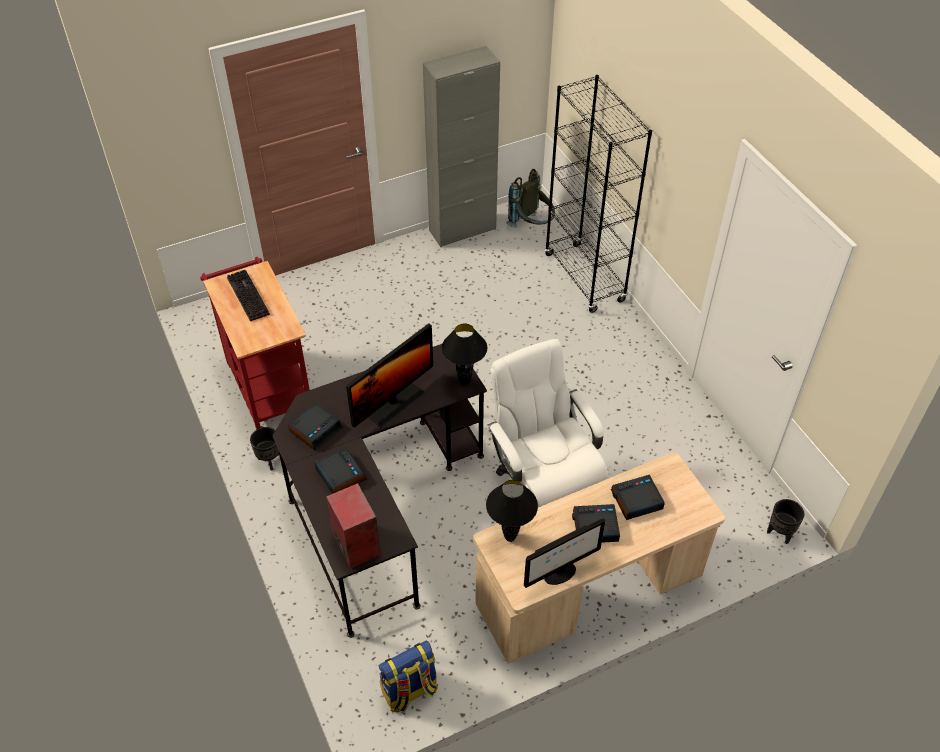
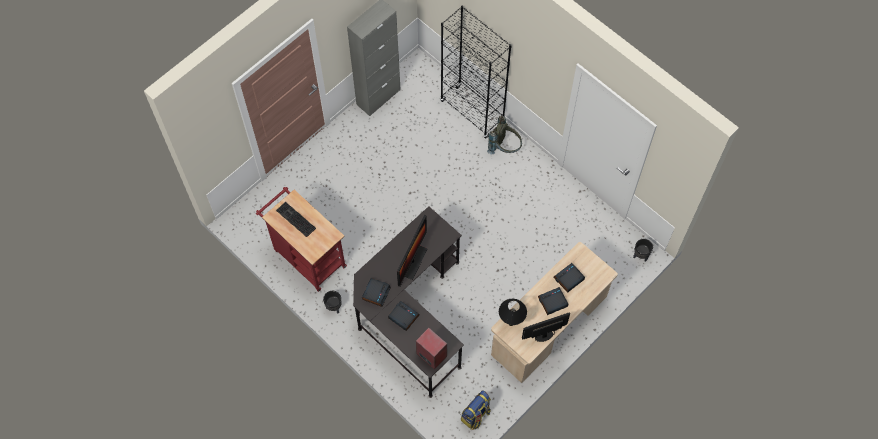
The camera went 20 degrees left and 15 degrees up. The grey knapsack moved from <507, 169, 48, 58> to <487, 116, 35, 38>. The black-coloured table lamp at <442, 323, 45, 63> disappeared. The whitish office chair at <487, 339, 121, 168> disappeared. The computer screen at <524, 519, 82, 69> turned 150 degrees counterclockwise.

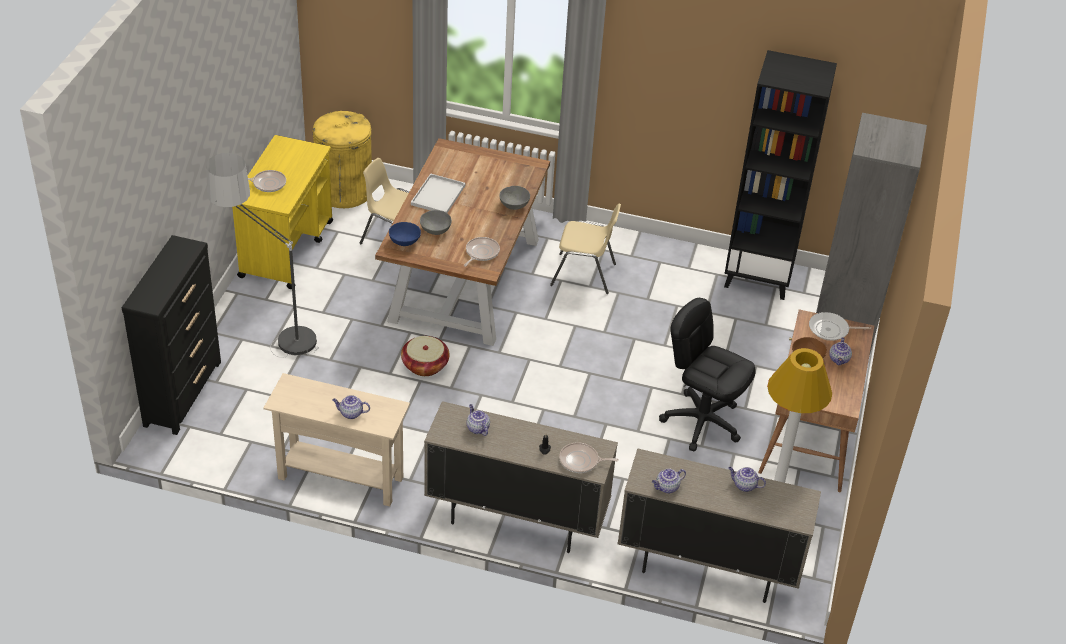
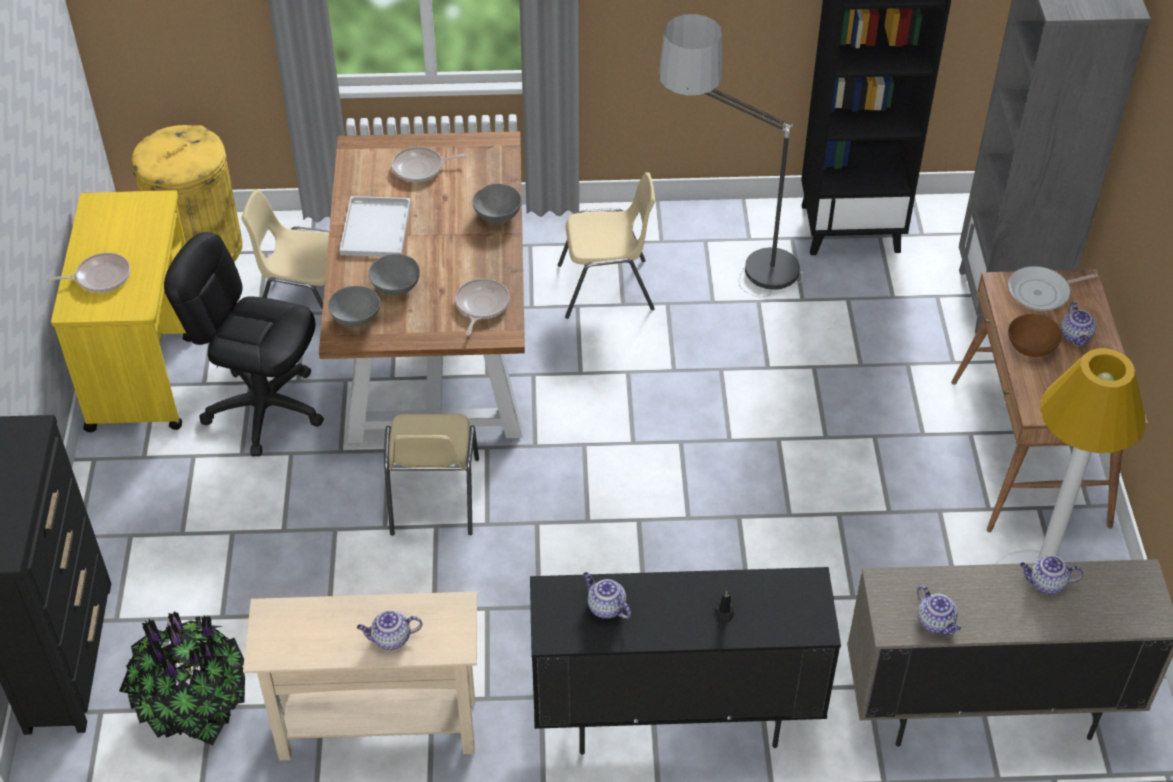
The camera went 15 degrees left and 5 degrees up. The standard lamp moved from <206, 153, 113, 205> to <659, 14, 146, 283>. The blue-coloured deep dish at <389, 222, 32, 24> became the grey deep dish at <328, 286, 53, 41>. The black-coloured office chair moved from <659, 298, 97, 154> to <164, 232, 160, 224>. The storage basket at <401, 336, 49, 40> was replaced by the beige-coloured chair at <384, 414, 95, 121>. The beige-coloured storage cabinet at <424, 401, 194, 152> became the black-coloured storage cabinet at <530, 567, 311, 188>. The pan moved from <559, 442, 60, 31> to <392, 147, 76, 35>. The teapot at <652, 469, 34, 25> turned 75 degrees counterclockwise. The plant in a pot at <119, 611, 126, 134> appeared.

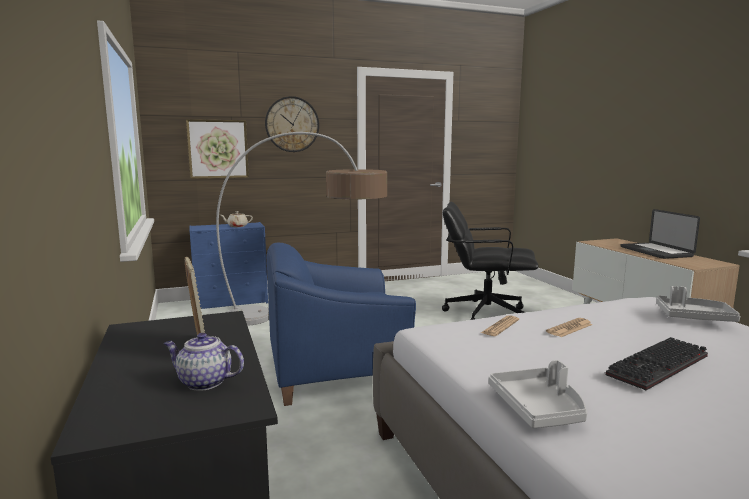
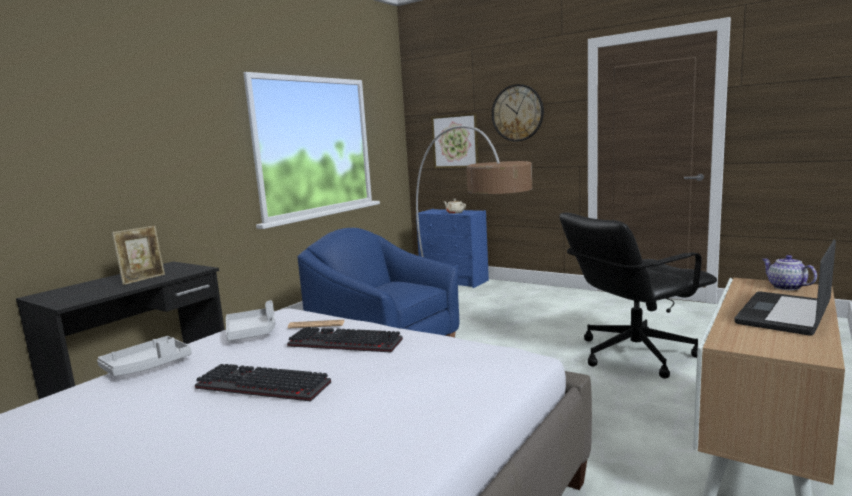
The camera went 55 degrees right and 0 degrees up. The black-coloured office chair at <442, 202, 97, 118> turned 90 degrees counterclockwise. The grey carrying tray moved from <656, 286, 84, 36> to <226, 300, 49, 41>. The newspaper at <546, 318, 47, 19> was replaced by the keyboard at <287, 327, 116, 25>. The teapot moved from <164, 333, 80, 58> to <762, 255, 55, 35>.

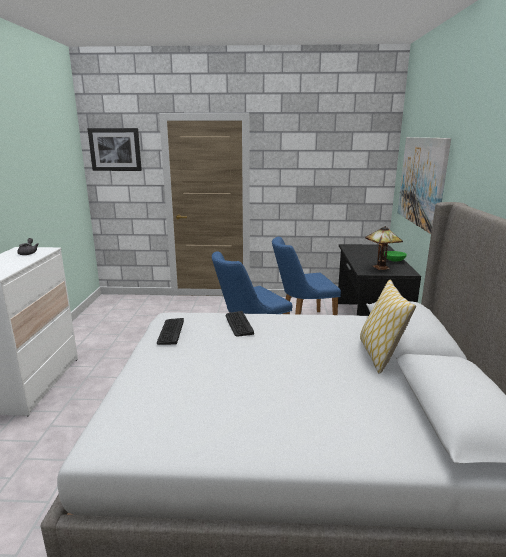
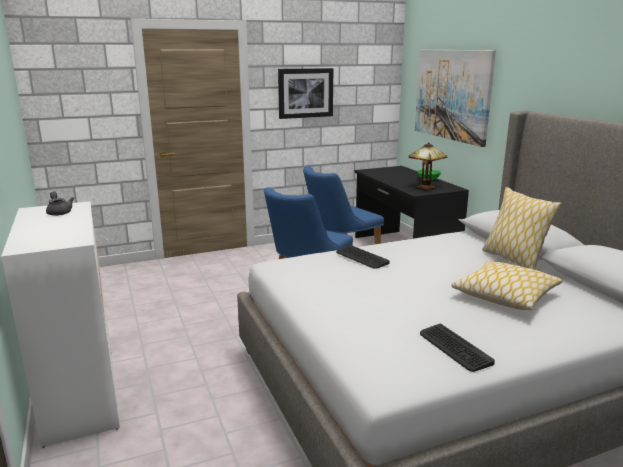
The camera went 25 degrees left and 0 degrees up. The picture moved from <87, 128, 55, 43> to <278, 68, 55, 51>. The keyboard moved from <157, 318, 27, 27> to <420, 324, 75, 48>. The pillow at <451, 261, 112, 49> appeared.

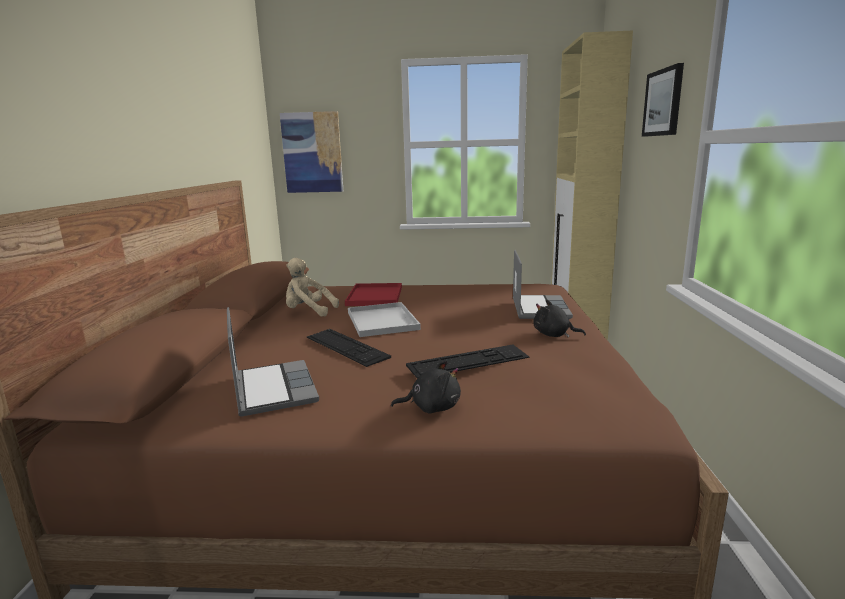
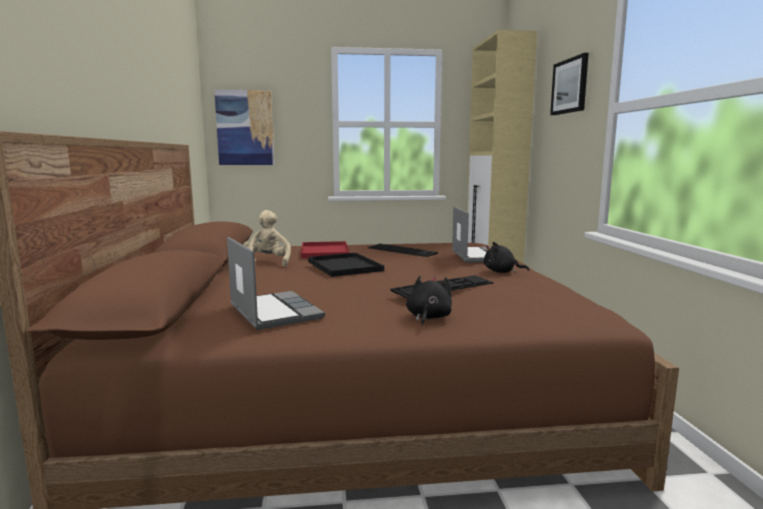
The camera went 10 degrees left and 5 degrees down. The beige-coloured soft toy at <286, 258, 53, 59> turned 75 degrees clockwise. The whitish carrying tray at <348, 302, 73, 35> became the black-coloured carrying tray at <308, 253, 76, 24>. The keyboard moved from <307, 329, 84, 38> to <367, 244, 71, 13>. The black-coloured soft toy at <391, 360, 70, 53> turned 60 degrees counterclockwise.

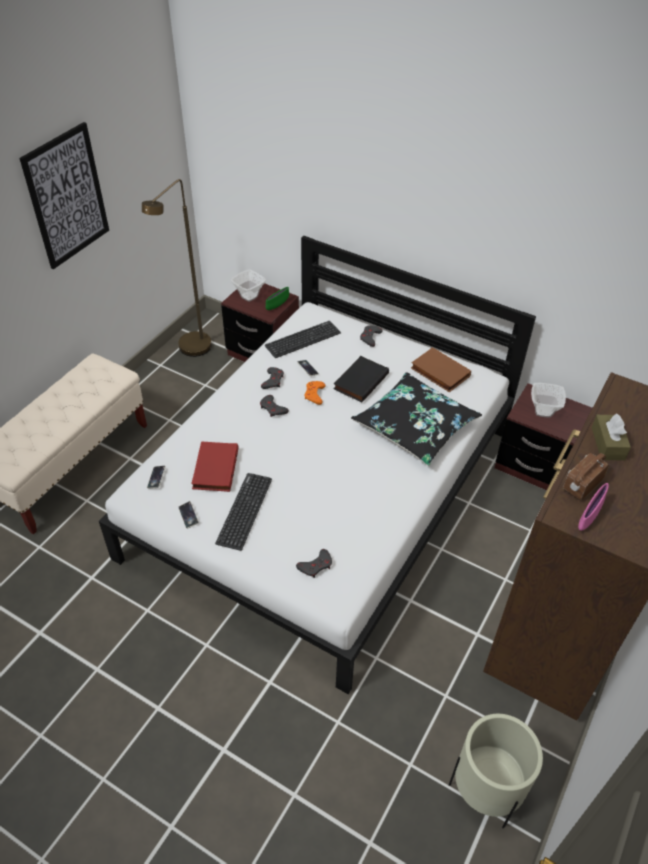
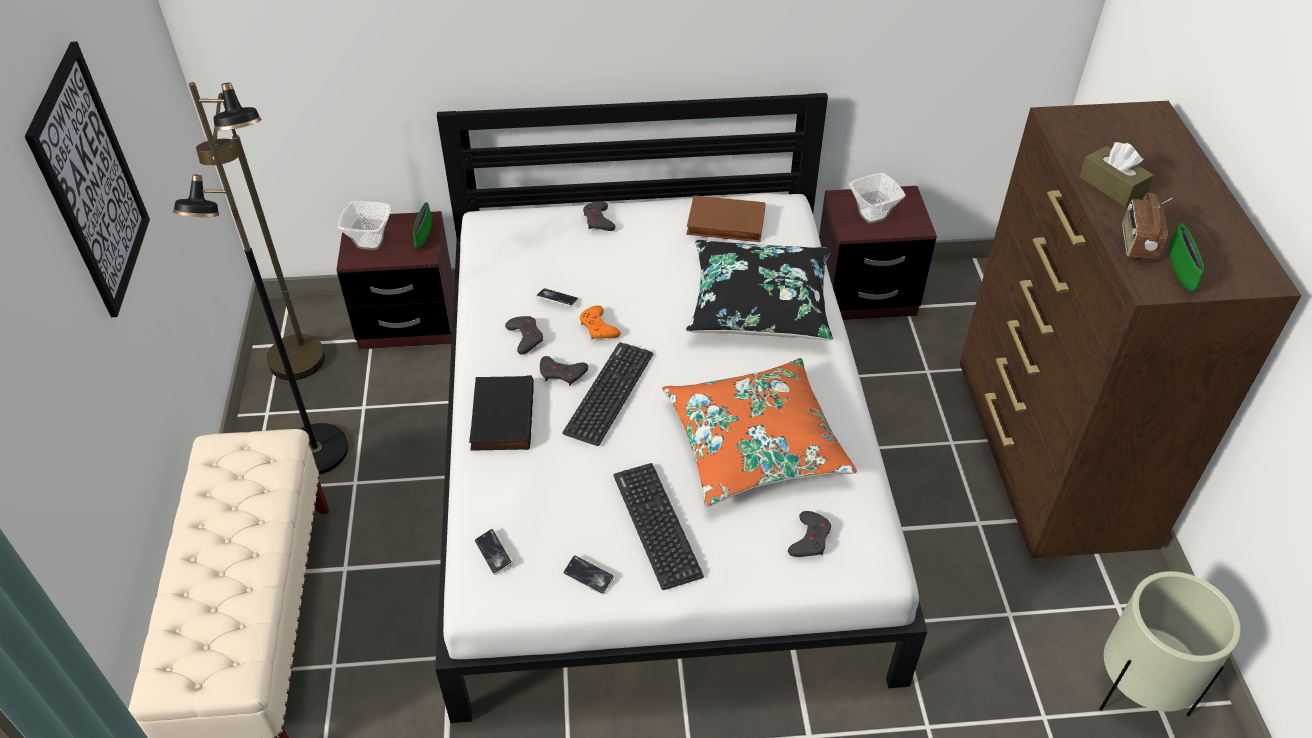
The camera went 35 degrees left and 0 degrees up. The keyboard moved from <265, 321, 76, 37> to <563, 342, 90, 104>. The black-coloured book moved from <334, 356, 55, 47> to <469, 375, 65, 76>. The reddish book at <191, 441, 48, 51> disappeared. The pinkish deep dish at <578, 483, 31, 48> became the green-coloured deep dish at <1169, 223, 35, 69>. The black-coloured standard lamp at <173, 82, 175, 393> appeared. The orange pillow at <662, 358, 195, 149> appeared.

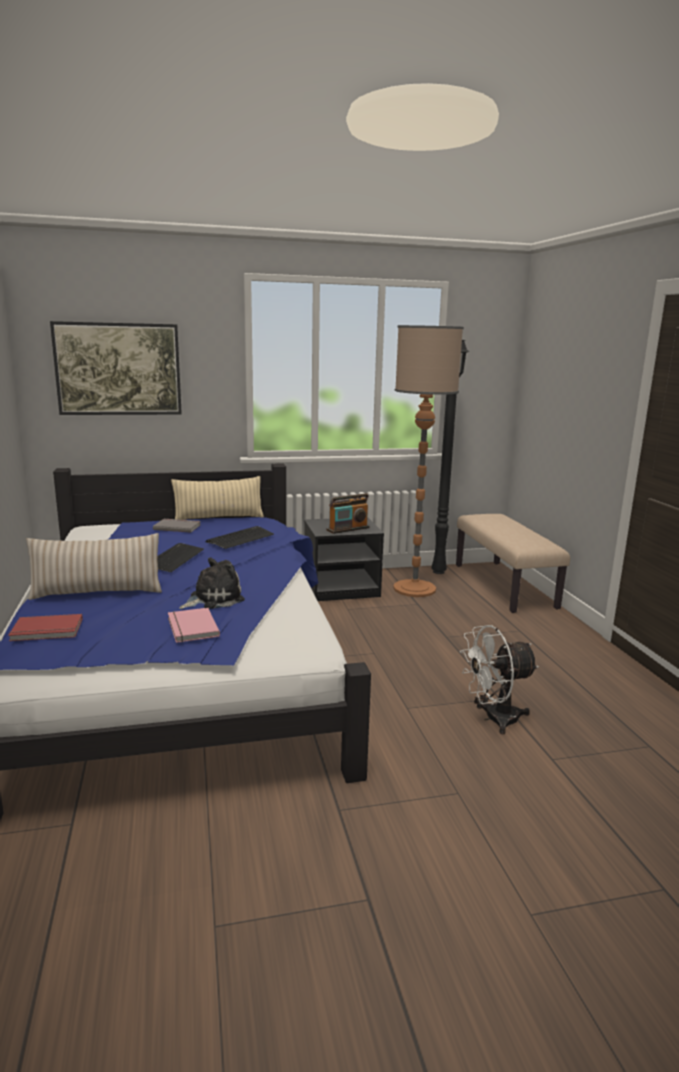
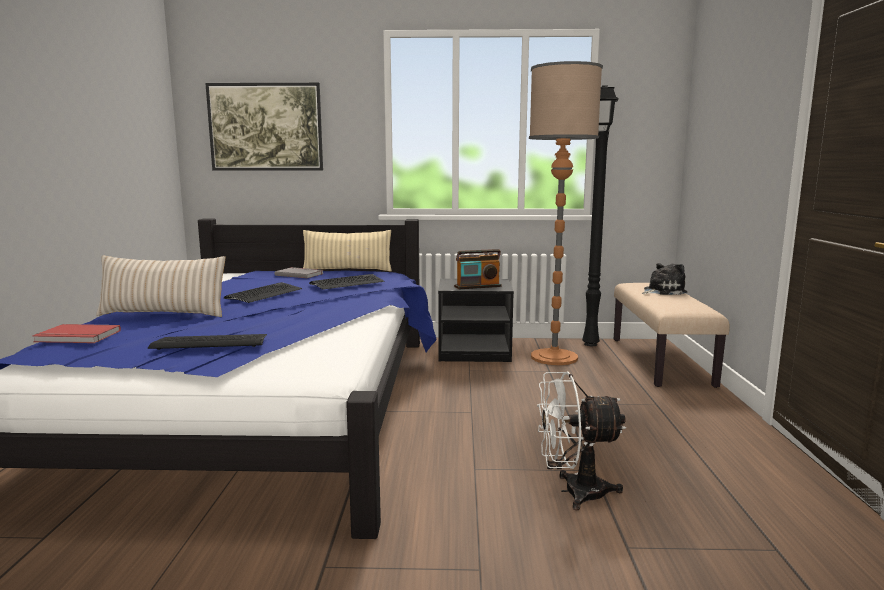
The camera went 15 degrees right and 5 degrees down. The soft toy moved from <179, 557, 66, 52> to <642, 263, 45, 32>. The pinkish book at <168, 608, 52, 35> was replaced by the keyboard at <148, 334, 119, 16>.

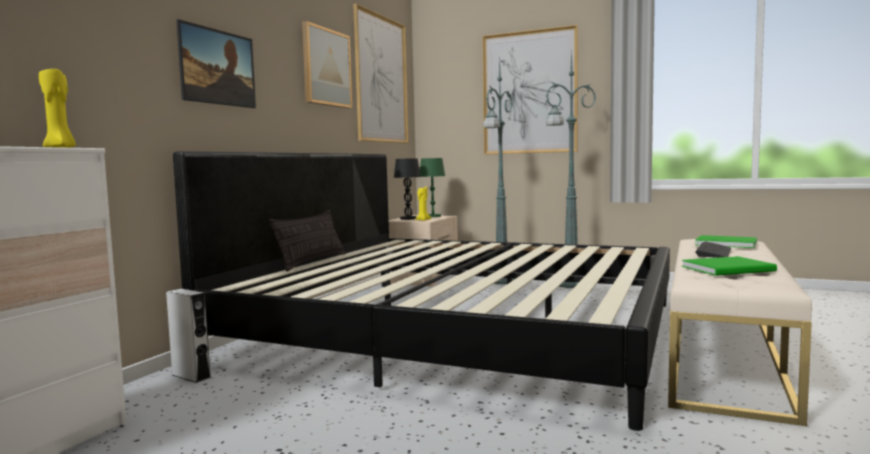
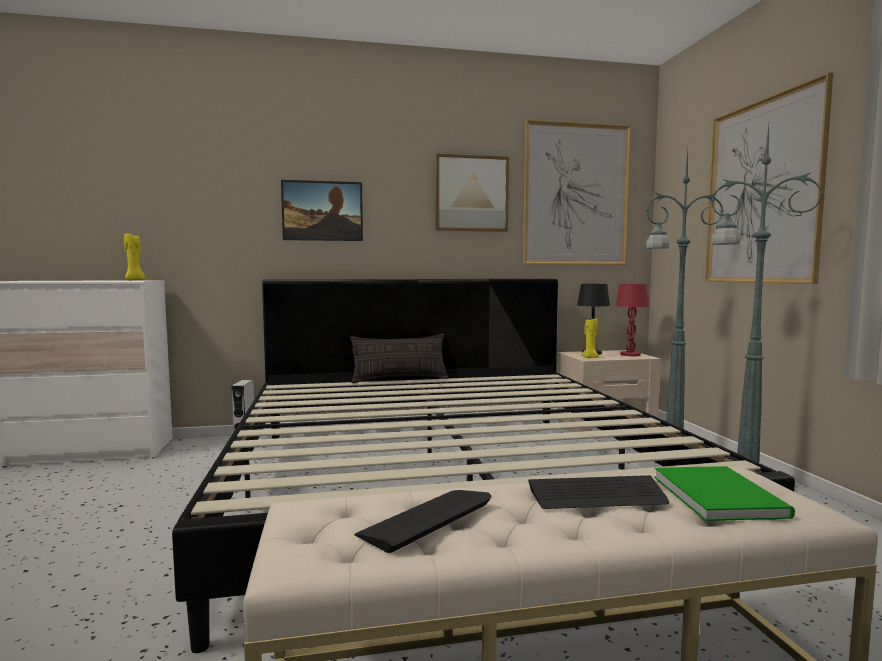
The camera went 55 degrees right and 0 degrees up. The green-coloured table lamp at <420, 158, 25, 59> became the reddish table lamp at <615, 284, 34, 72>. The green-coloured book at <682, 256, 95, 20> was replaced by the keyboard at <354, 490, 138, 63>.

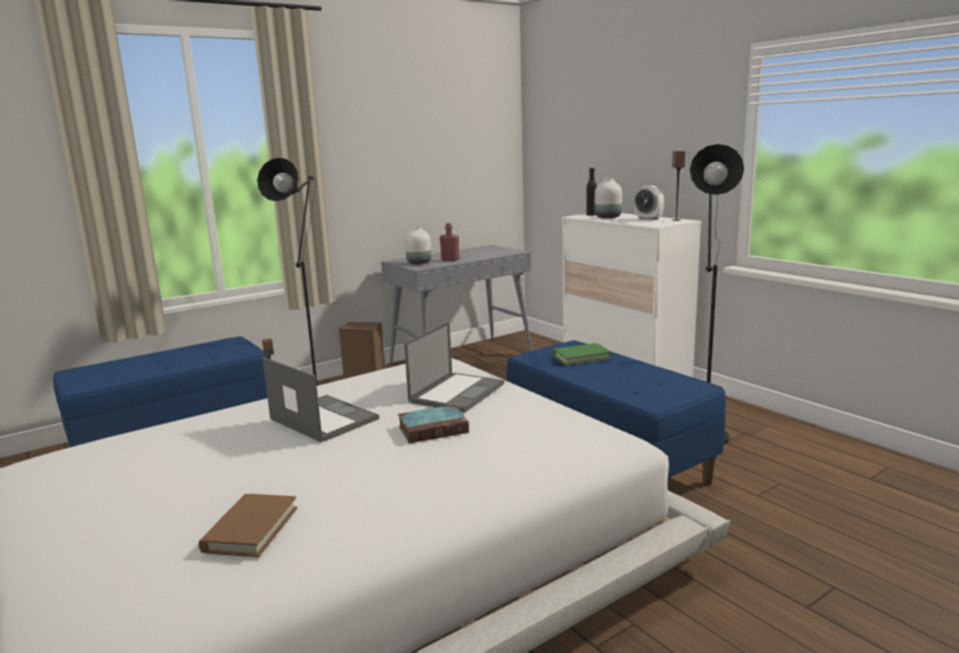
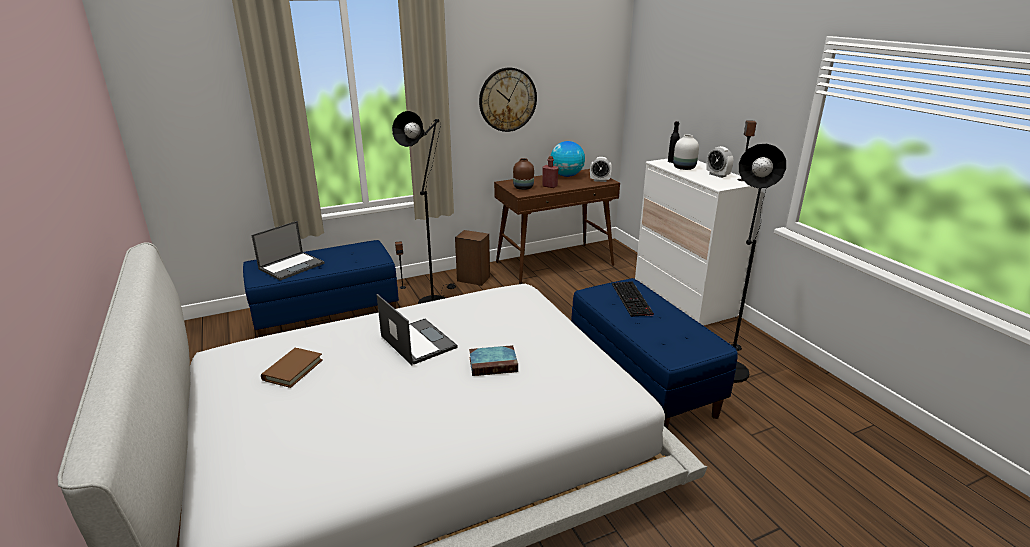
The camera went 10 degrees right and 10 degrees up. The whitish flower vase at <405, 227, 26, 37> became the brown flower vase at <513, 158, 21, 32>. The grey hall table at <381, 245, 152, 120> became the brown hall table at <494, 169, 126, 115>. The portable computer moved from <404, 321, 100, 92> to <251, 221, 74, 59>. The green-coloured book at <552, 343, 60, 23> was replaced by the keyboard at <612, 281, 42, 36>. The brown book moved from <199, 494, 99, 63> to <261, 348, 62, 40>. The hanging clock at <479, 68, 58, 64> appeared. The globe at <550, 141, 35, 36> appeared. The table clock at <590, 157, 22, 25> appeared.

